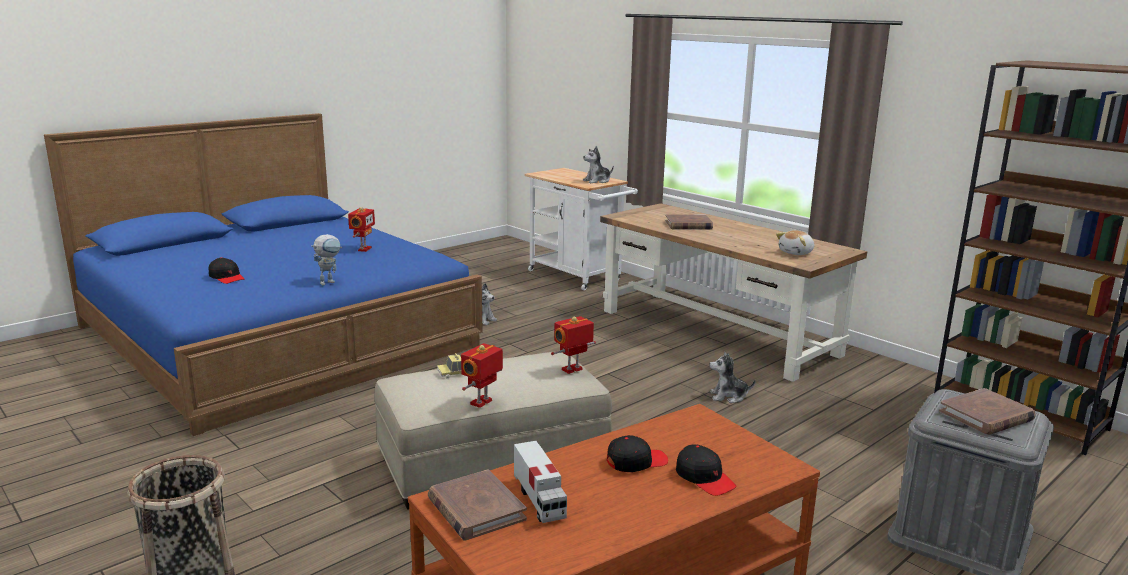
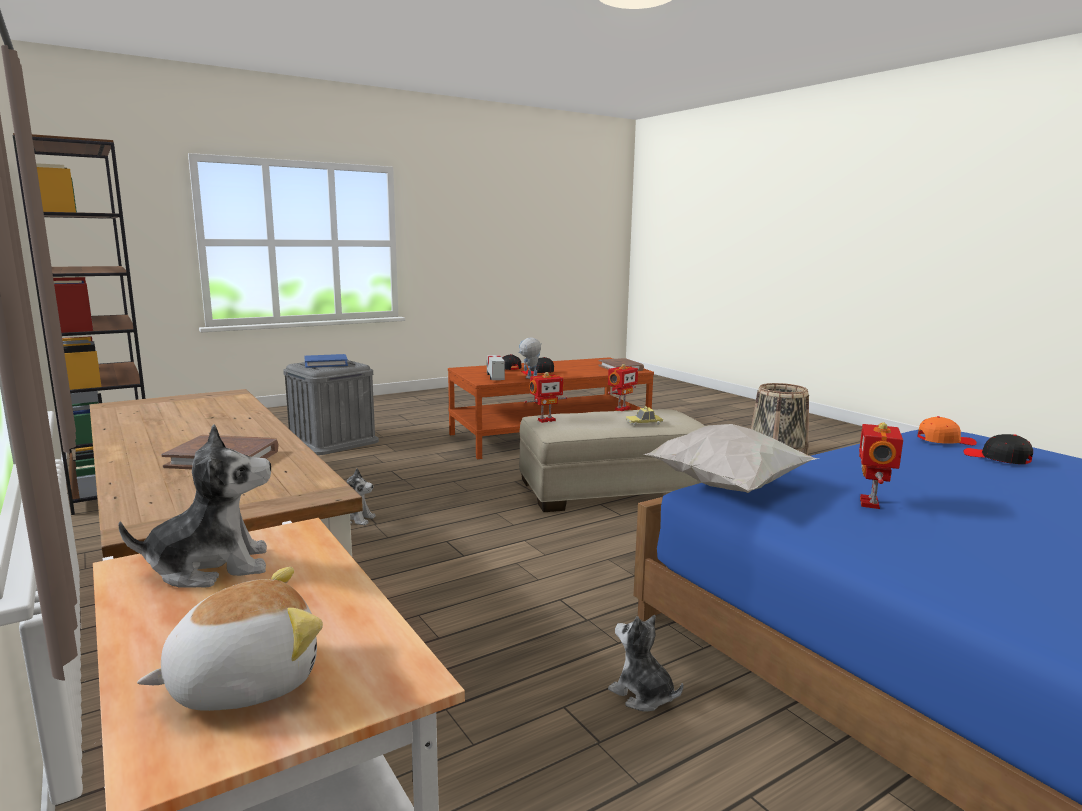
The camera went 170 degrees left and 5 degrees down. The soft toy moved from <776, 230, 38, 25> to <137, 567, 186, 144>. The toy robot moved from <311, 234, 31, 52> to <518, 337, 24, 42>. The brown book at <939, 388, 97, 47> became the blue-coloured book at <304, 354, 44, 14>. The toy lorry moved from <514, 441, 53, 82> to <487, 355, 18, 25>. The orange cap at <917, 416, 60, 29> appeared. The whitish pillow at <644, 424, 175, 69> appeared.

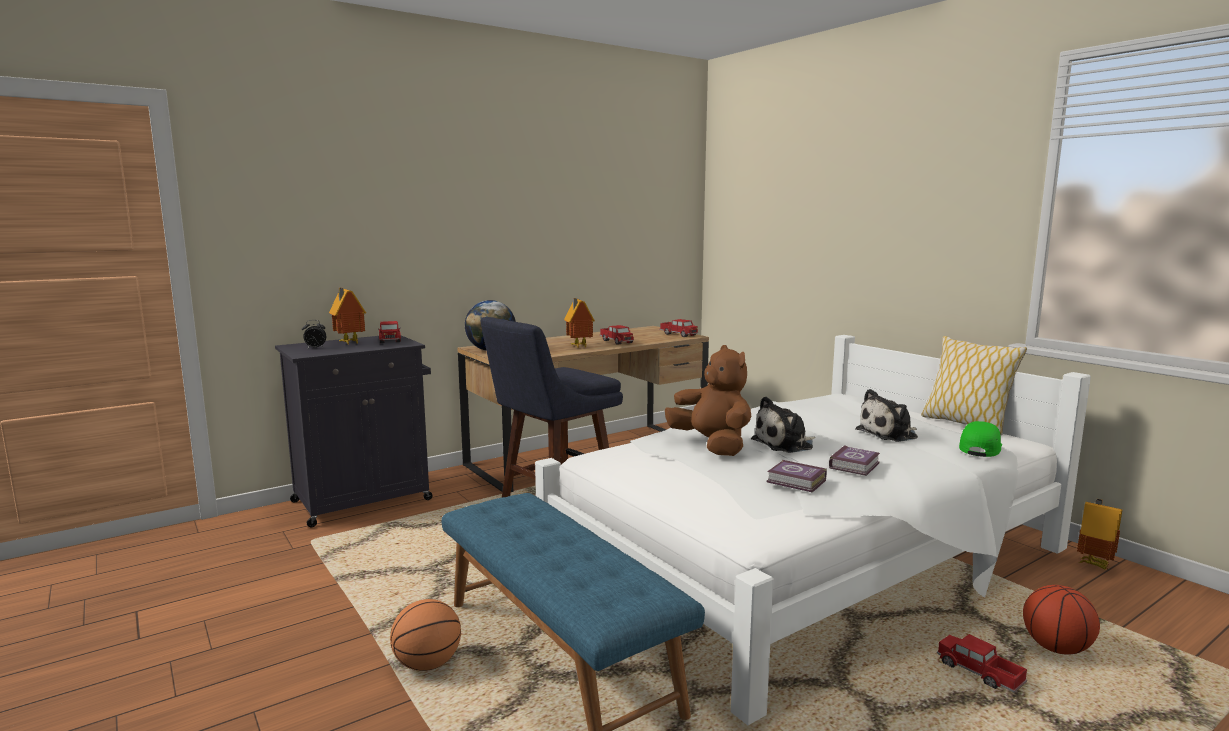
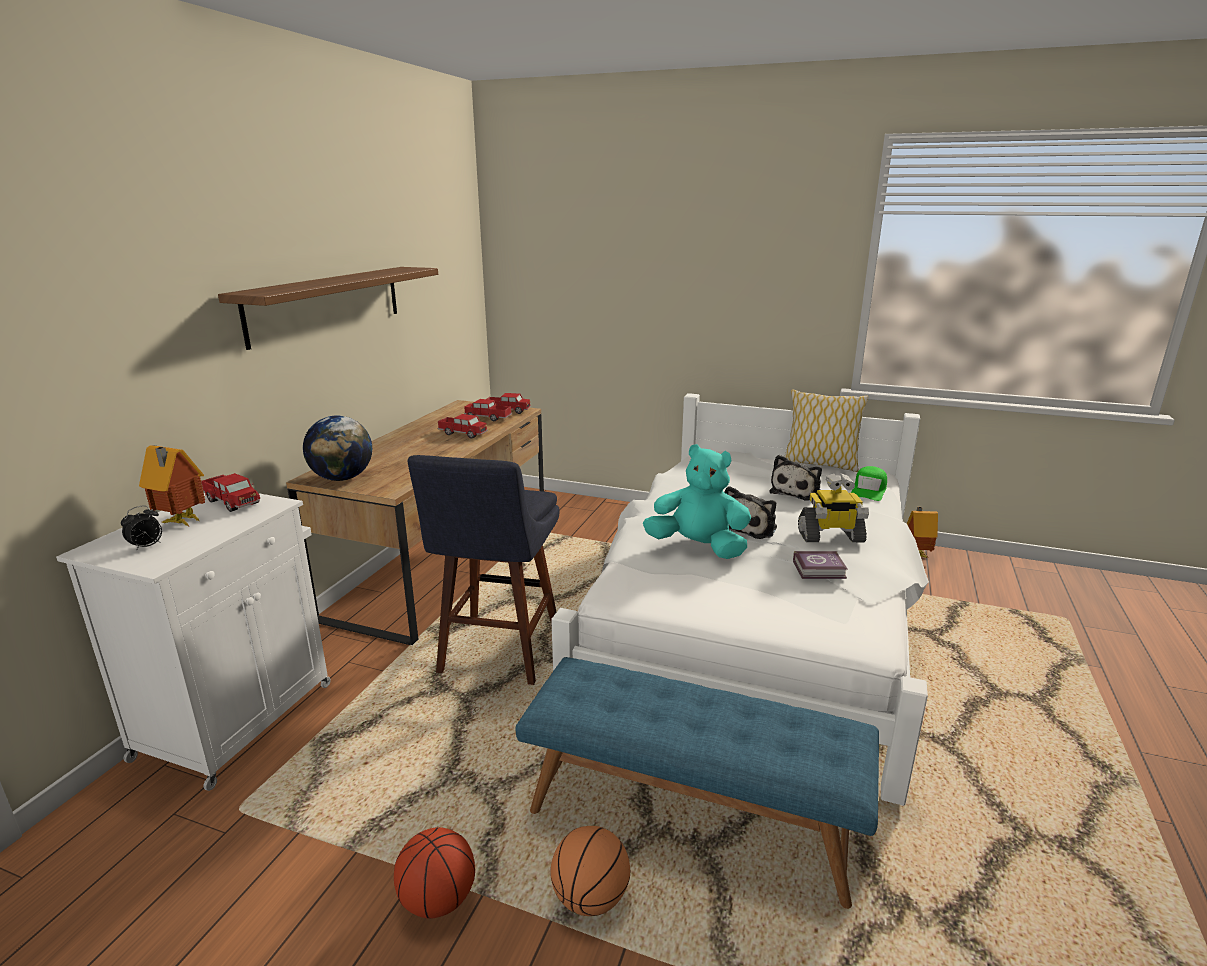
The camera went 35 degrees left and 10 degrees up. The model house at <564, 298, 31, 50> disappeared. The black-coloured storage cabinet at <275, 335, 158, 192> became the whitish storage cabinet at <56, 493, 275, 298>. The brown soft toy at <665, 345, 86, 111> became the turquoise soft toy at <643, 444, 108, 115>. The green-coloured cap at <959, 421, 43, 36> turned 150 degrees counterclockwise. The book at <829, 445, 51, 31> was replaced by the toy robot at <798, 473, 71, 69>. The basketball ball moved from <1023, 585, 77, 70> to <394, 827, 81, 92>. The toy lorry moved from <937, 634, 90, 59> to <464, 399, 48, 22>. The shelf at <218, 267, 220, 83> appeared.

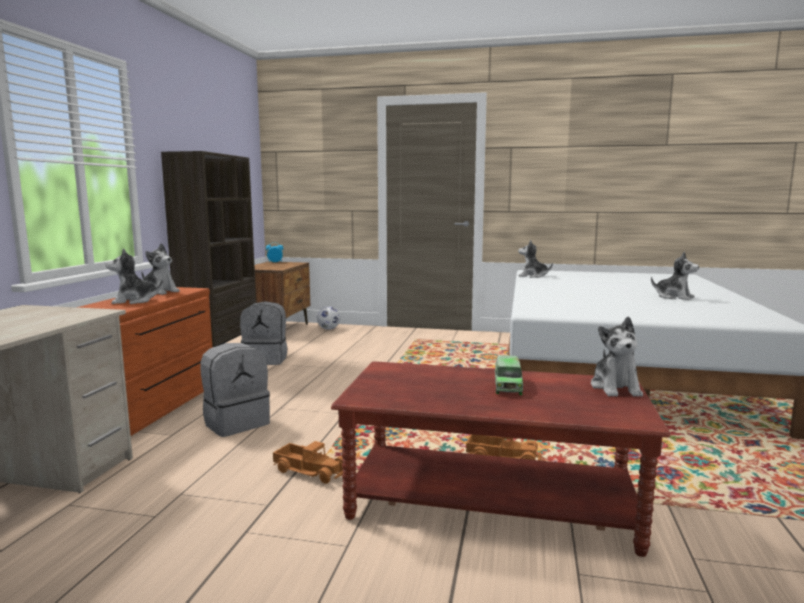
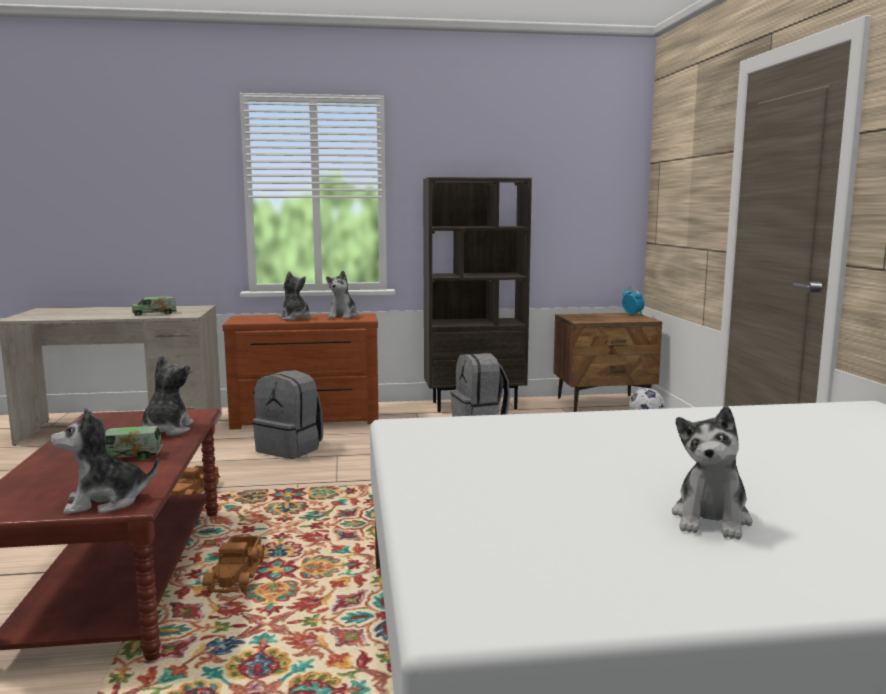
The camera went 70 degrees right and 0 degrees up. The soft toy moved from <518, 240, 35, 38> to <142, 355, 52, 81>. The toy lorry at <131, 296, 46, 20> appeared.

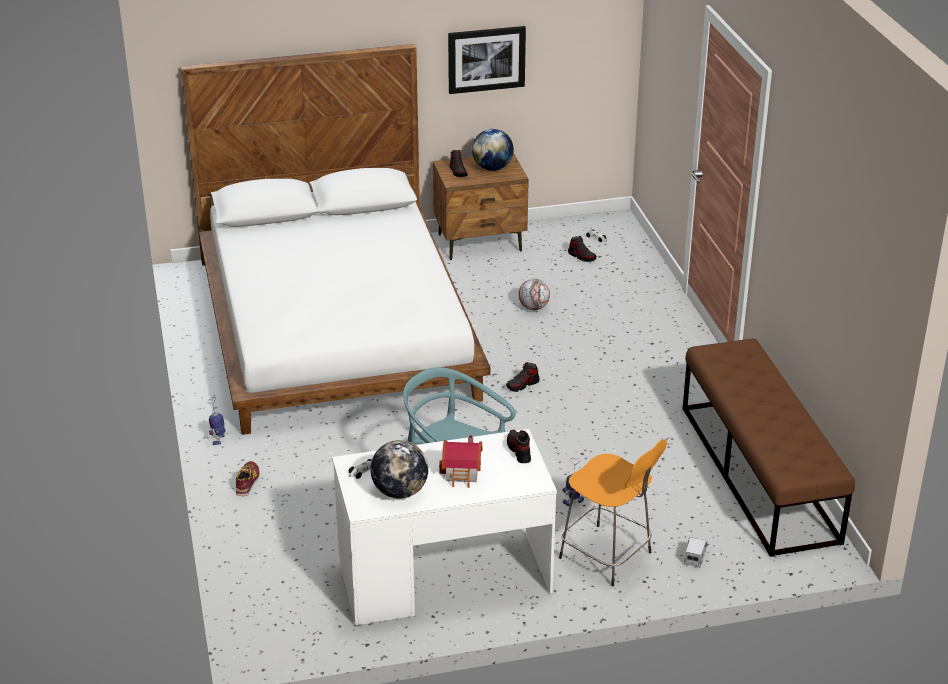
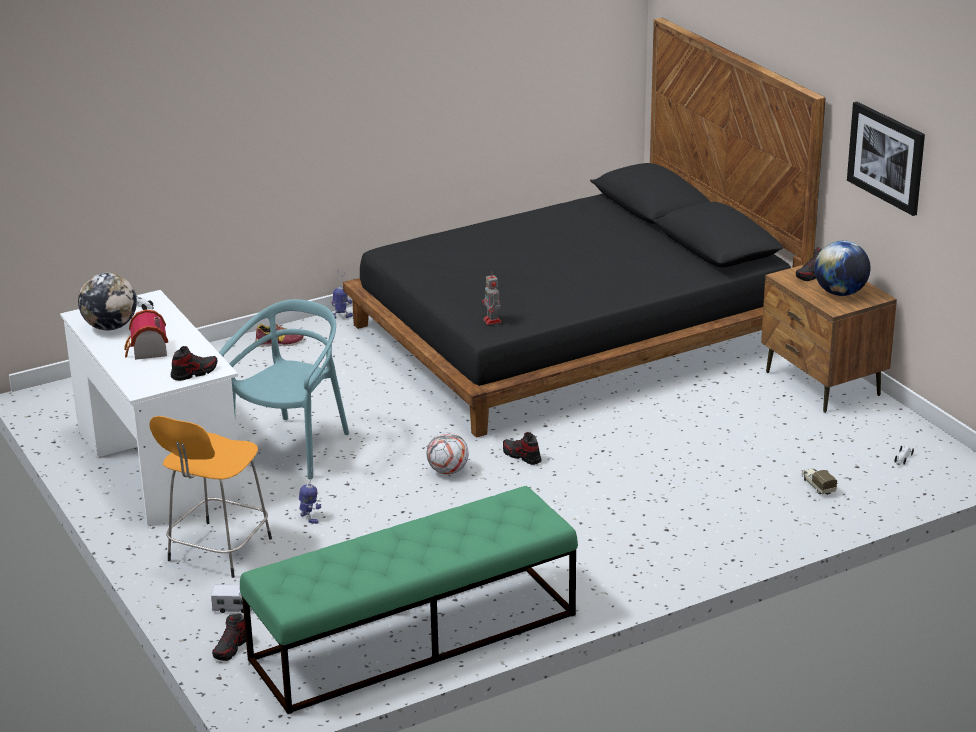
The camera went 75 degrees right and 5 degrees down. The whitish bed at <181, 44, 309, 391> became the black-coloured bed at <343, 18, 482, 420>. The item of footwear moved from <568, 236, 29, 26> to <212, 614, 34, 47>. The football moved from <518, 279, 32, 31> to <427, 432, 42, 43>. The brown indoor bench at <683, 339, 172, 218> became the green-coloured indoor bench at <240, 486, 338, 228>. The toy robot at <482, 271, 20, 54> appeared. The toy lorry at <801, 468, 36, 27> appeared.

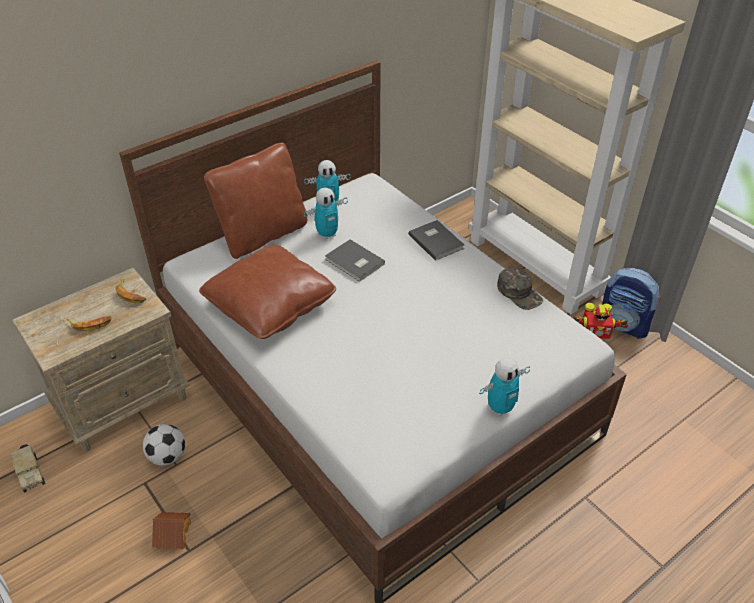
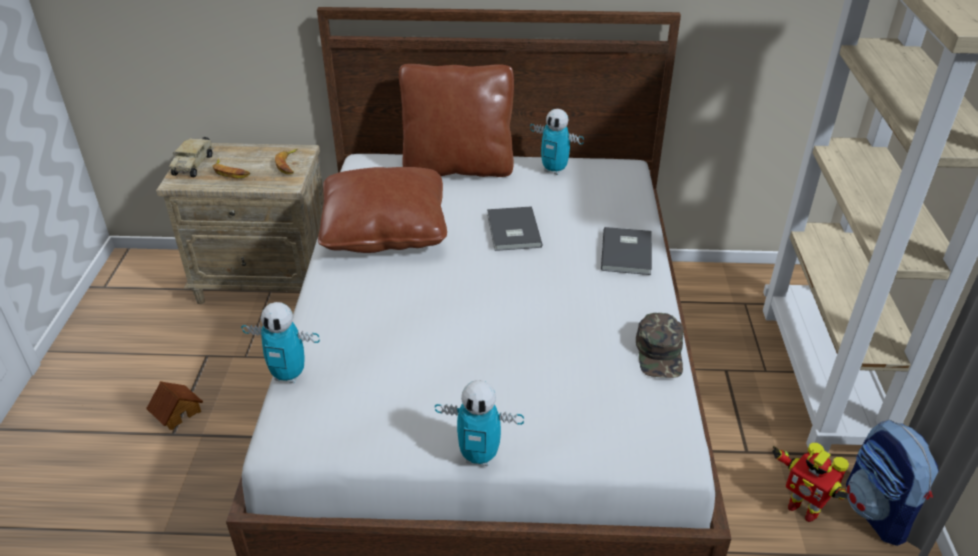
The camera went 40 degrees right and 5 degrees down. The toy robot moved from <304, 188, 44, 51> to <241, 302, 79, 81>. The football at <143, 424, 42, 42> disappeared. The toy lorry moved from <11, 444, 34, 49> to <169, 137, 44, 41>.

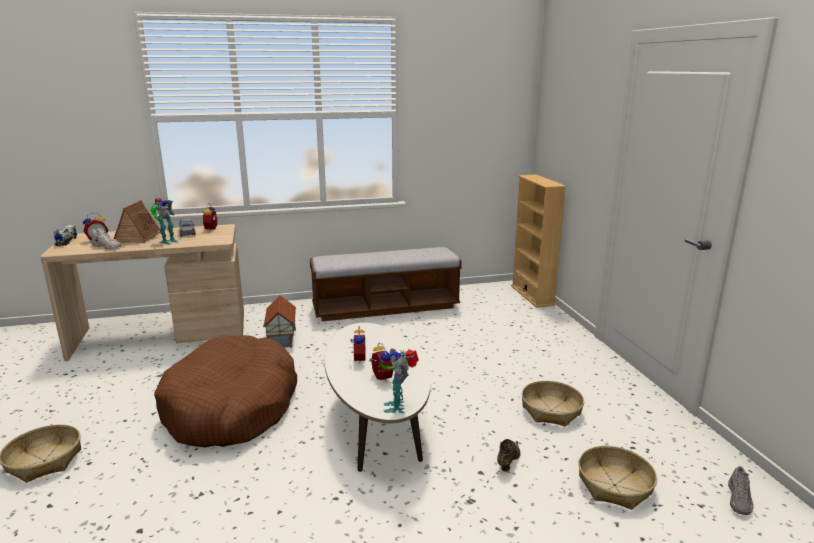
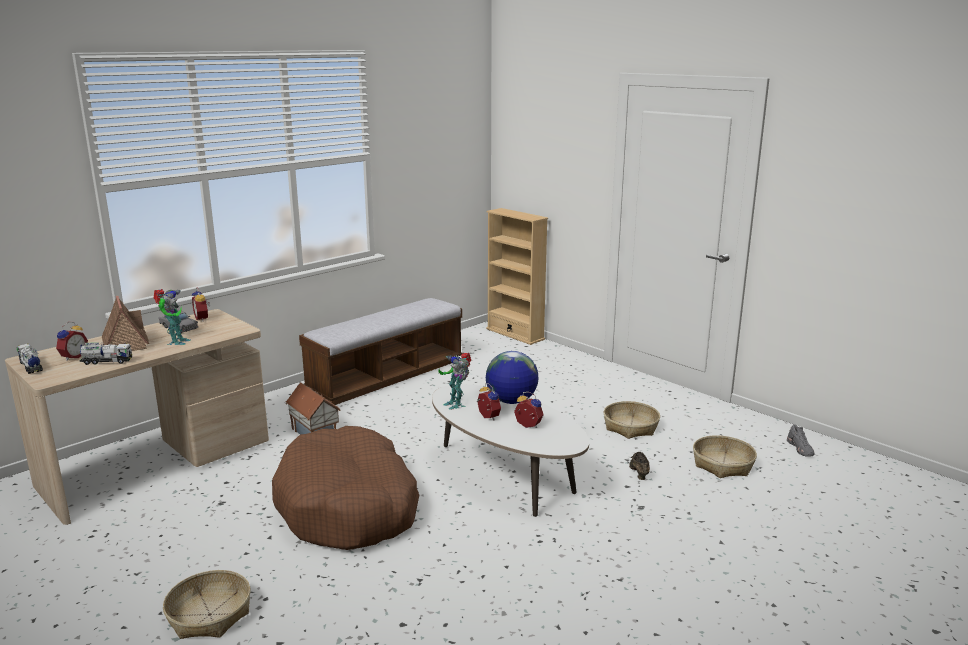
The camera went 30 degrees left and 0 degrees up. The whitish item of footwear at <92, 228, 29, 22> was replaced by the toy lorry at <79, 342, 53, 23>. The toy robot moved from <379, 348, 40, 66> to <438, 353, 33, 57>. The globe at <486, 351, 52, 53> appeared.

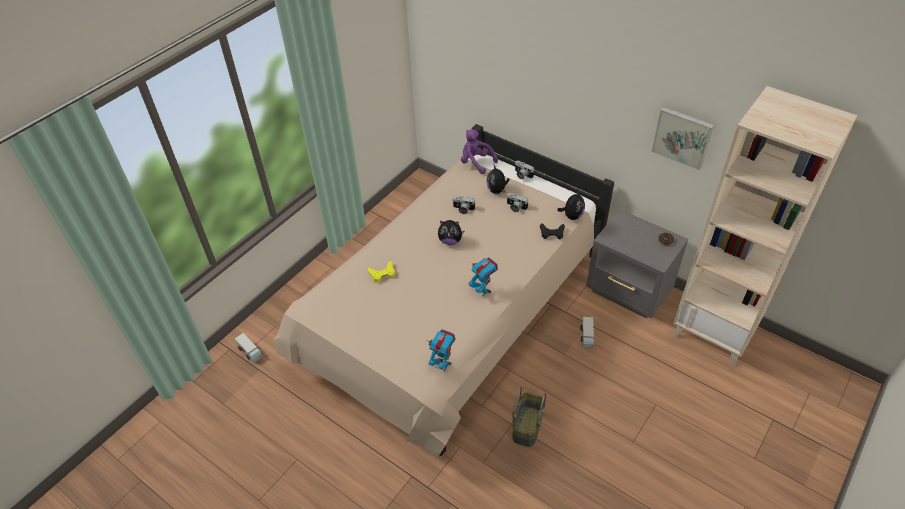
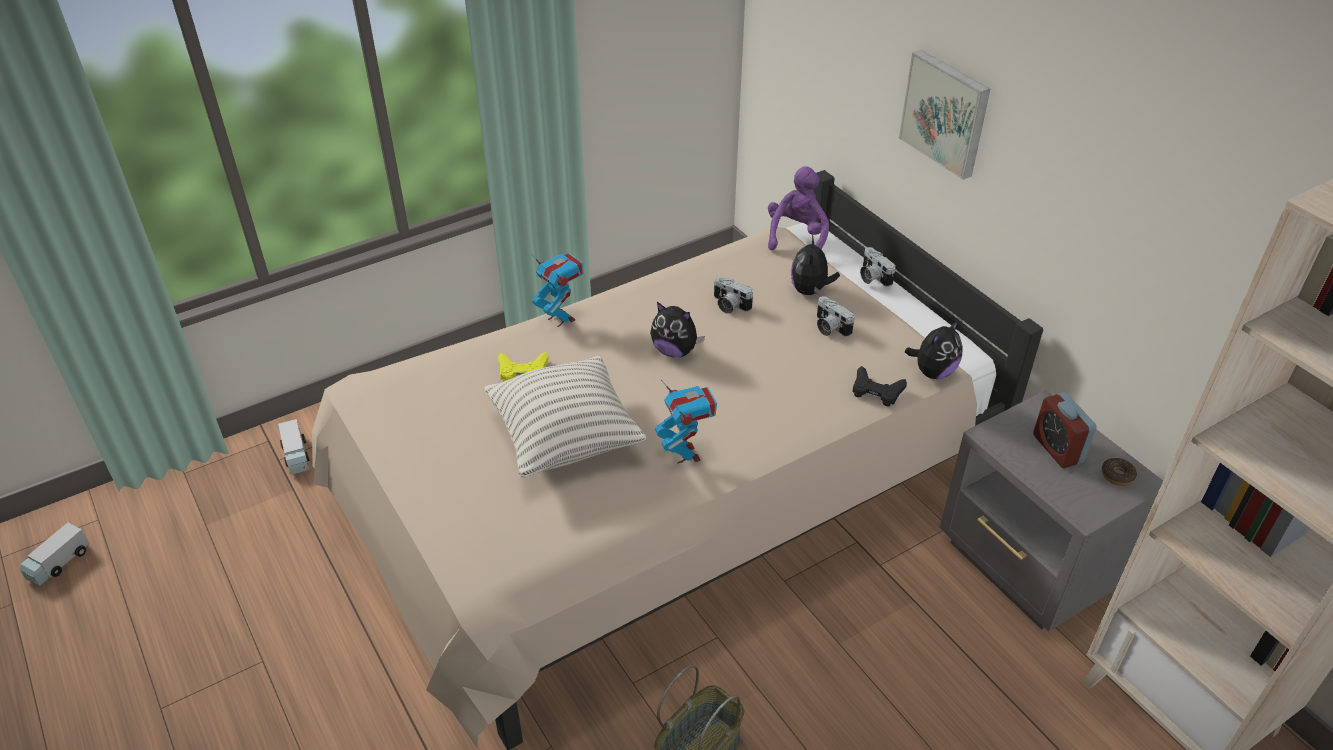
The camera went 20 degrees right and 5 degrees down. The picture moved from <651, 107, 63, 63> to <899, 50, 91, 130>. The purplish soft toy at <461, 129, 37, 45> turned 45 degrees clockwise. The toy lorry moved from <580, 317, 14, 32> to <20, 523, 69, 63>. The toy robot moved from <428, 329, 27, 42> to <531, 253, 53, 74>. The pillow at <484, 356, 162, 122> appeared. The table clock at <1033, 392, 64, 76> appeared.

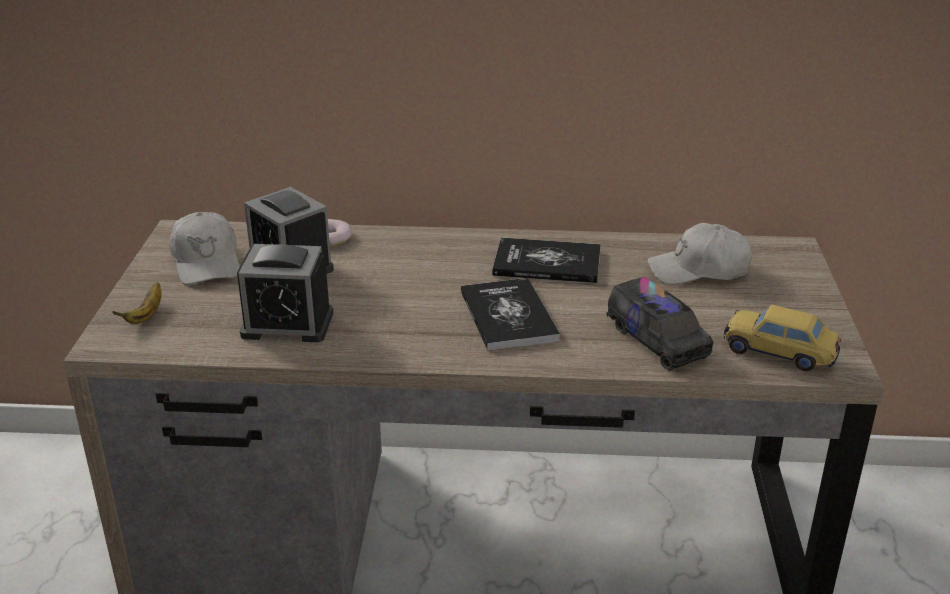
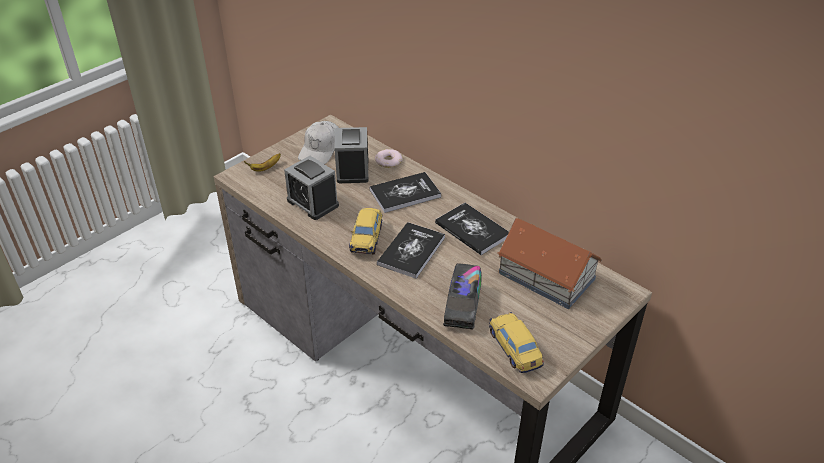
The camera went 40 degrees right and 10 degrees up. The whitish cap at <648, 223, 104, 61> was replaced by the model house at <497, 218, 105, 91>. The book at <369, 172, 72, 41> appeared. The toy car at <349, 208, 34, 47> appeared.

